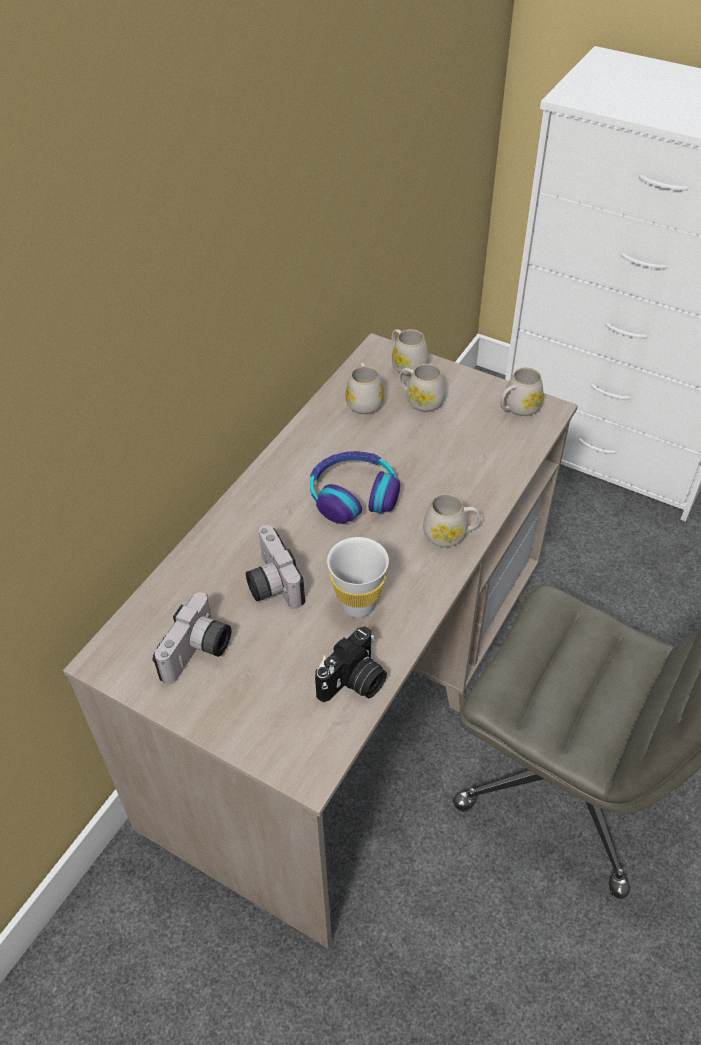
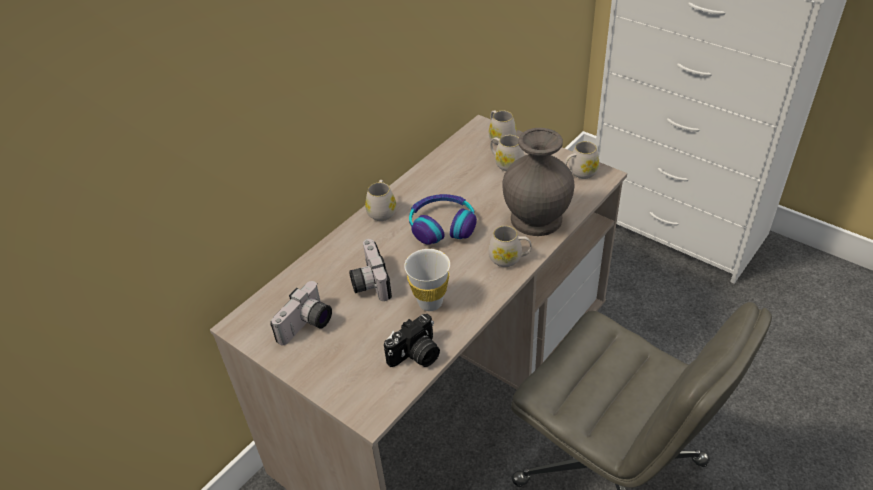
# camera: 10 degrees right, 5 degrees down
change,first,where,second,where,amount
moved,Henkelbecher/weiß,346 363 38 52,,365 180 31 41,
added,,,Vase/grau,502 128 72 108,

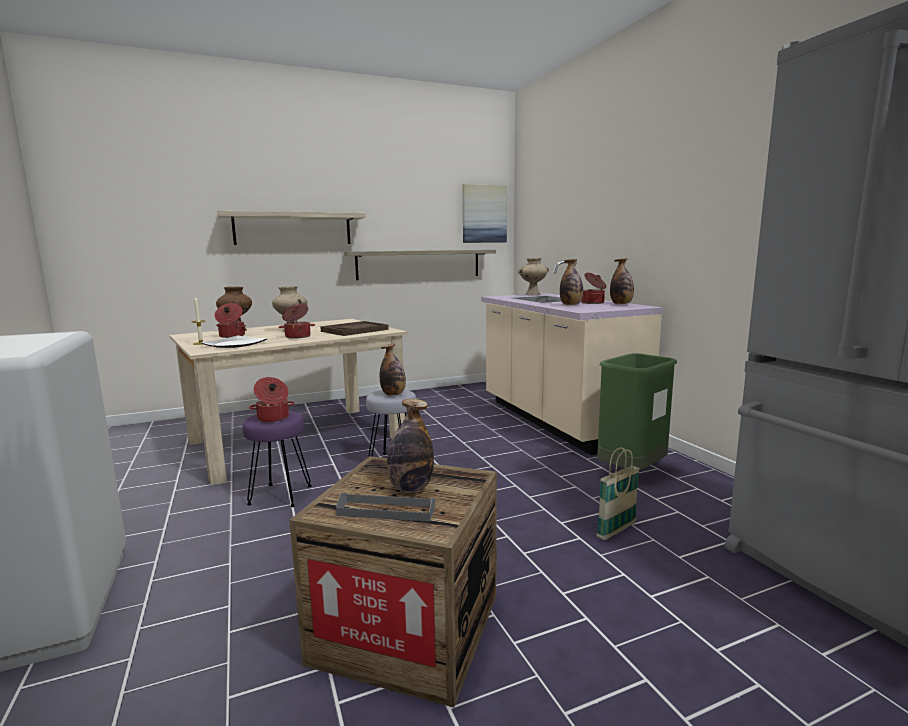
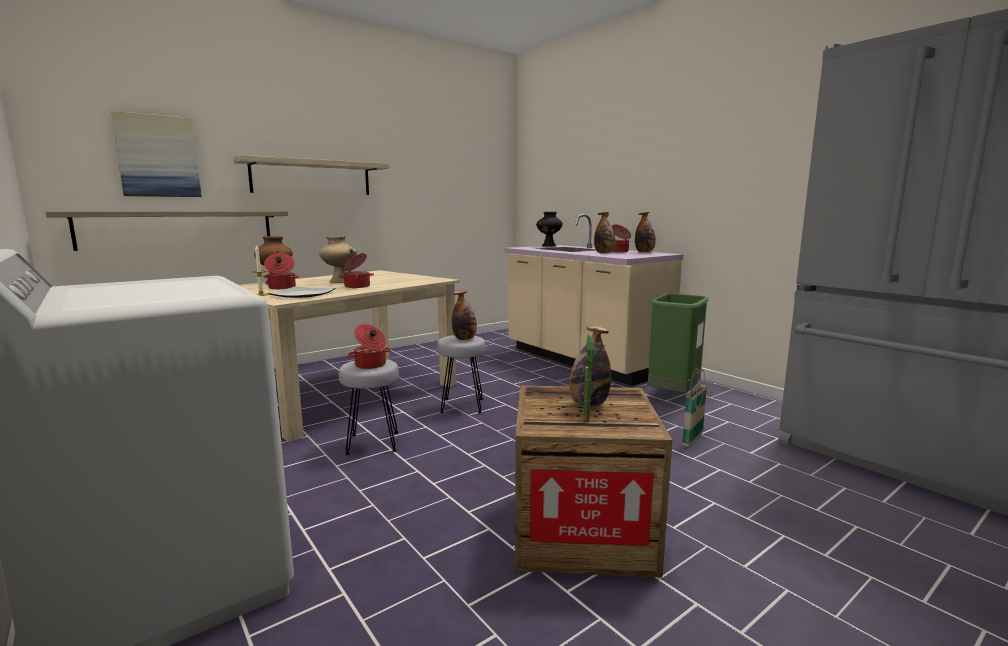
# camera: 15 degrees left, 0 degrees up
change,first,where,second,where,amount
moved,Bild,462 184 45 59,,111 111 91 86,
moved,Wandregal,344 250 152 30,,45 211 243 40,
recoloured,Vase/beige,518 258 31 37,Vase/schwarz,536 212 27 34,
removed,Tablett/braun,320 321 69 15,,,
recoloured,Hocker/lila,243 411 69 96,Hocker/grau,339 359 60 96,
replaced,Tablett/grau,336 493 99 29,Topfpflanze,584 335 21 86,

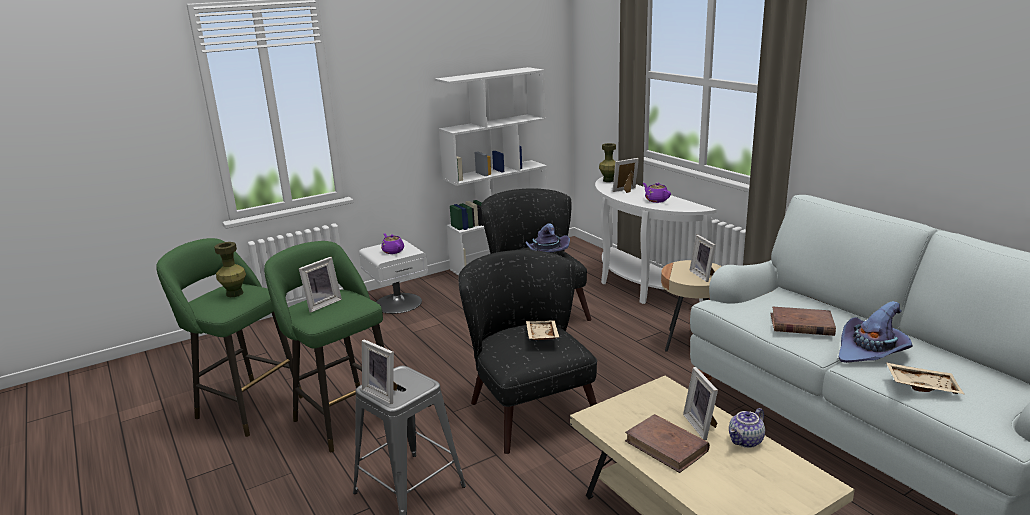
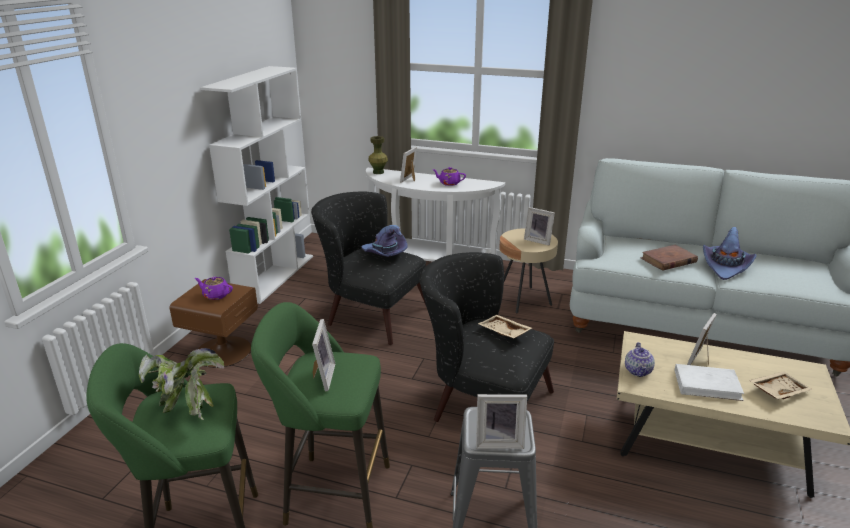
# camera: 40 degrees left, 5 degrees up
change,first,where,second,where,amount
recoloured,Nachttisch/weiß,359 239 69 75,Nachttisch/braun,170 279 88 89,
replaced,Vase/grün,214 242 32 55,Topfpflanze,139 348 85 72,
moved,Tablett/beige,886 362 78 32,,749 371 63 28,
turned,Bilderrahmen,683 367 35 73,,687 313 30 52,90 degrees clockwise
moved,Teekanne,729 408 36 40,,625 342 30 35,
recoloured,Buch/braun,625 414 85 59,Buch/weiß,675 364 69 37,

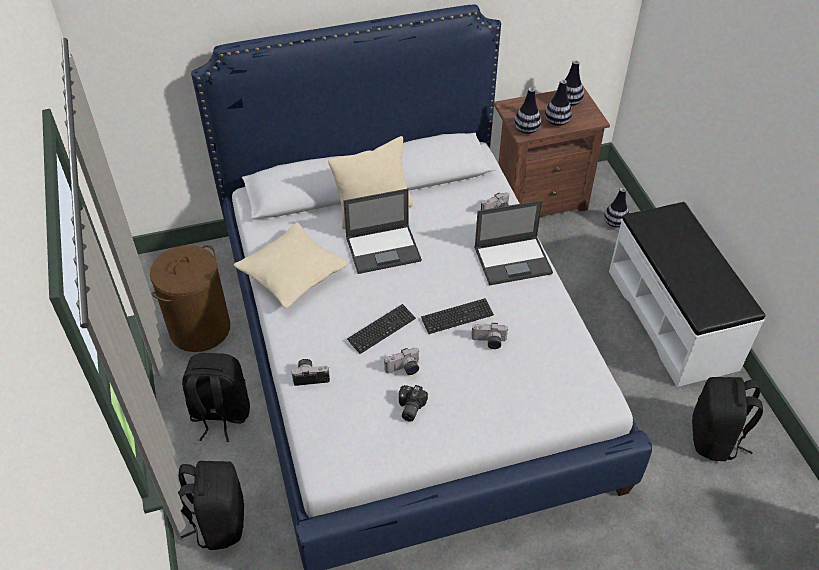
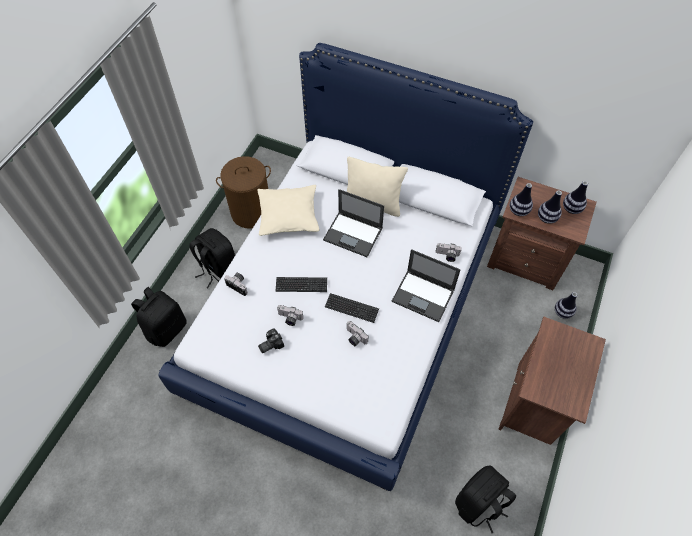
# camera: 40 degrees right, 10 degrees up
change,first,where,second,where,amount
replaced,Bank/weiß,609 202 156 185,Nachttisch/braun,498 317 108 128,

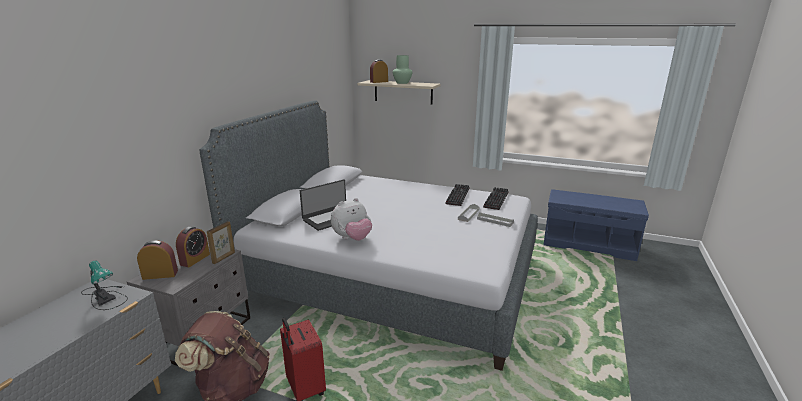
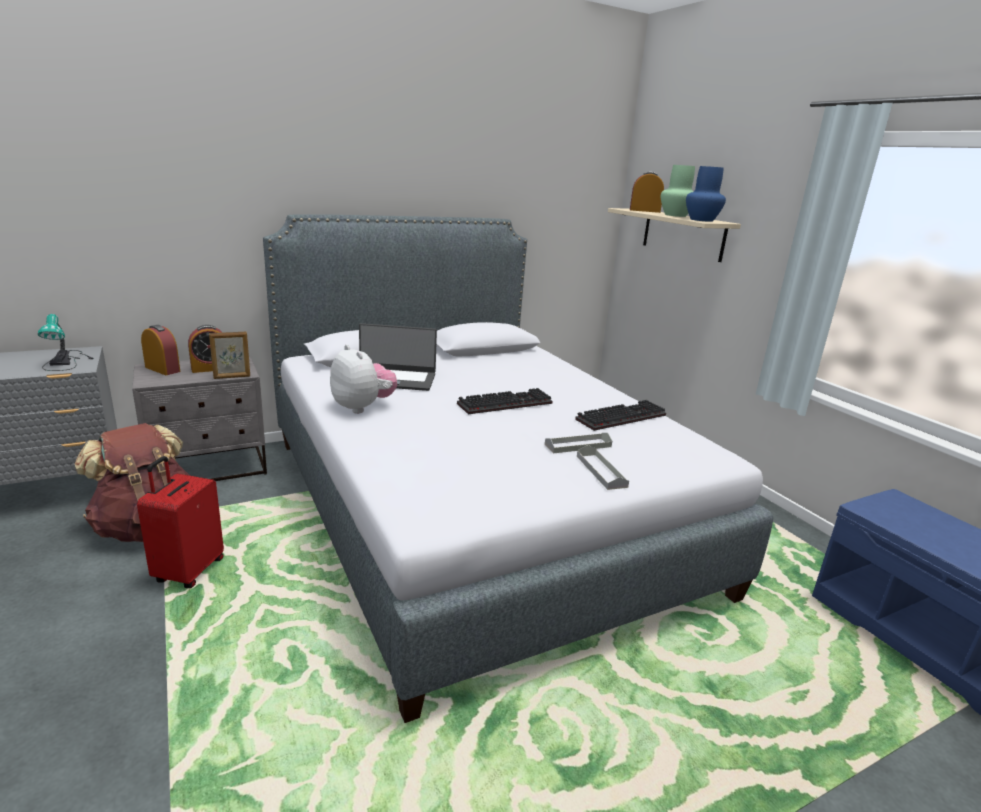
# camera: 40 degrees right, 0 degrees up
change,first,where,second,where,amount
moved,Tastatur,483 187 26 23,,457 388 96 27,
turned,Plüschtier,331 198 41 43,,330 344 67 70,135 degrees counterclockwise
added,,,Vase/blau,686 166 40 56,

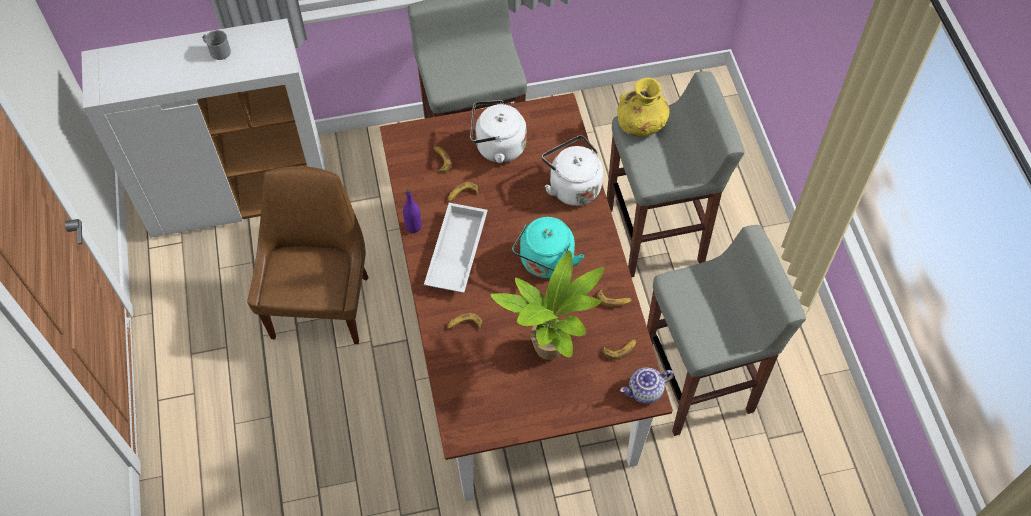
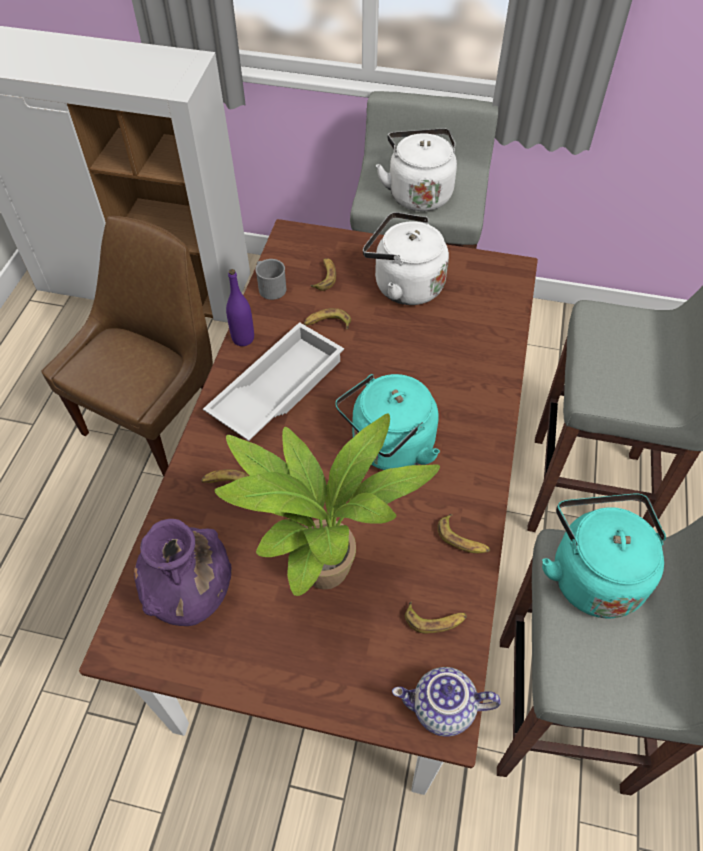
# camera: 25 degrees right, 5 degrees down
change,first,where,second,where,amount
moved,Henkelbecher/grau,202 30 29 30,,255 259 31 41,
removed,Vase/gelb,617 78 53 59,,,
moved,Wasserkessel/weiß,542 135 61 71,,376 128 81 83,
added,,,Wasserkessel/türkis,542 494 124 125,
added,,,Vase/lila,134 519 97 107,

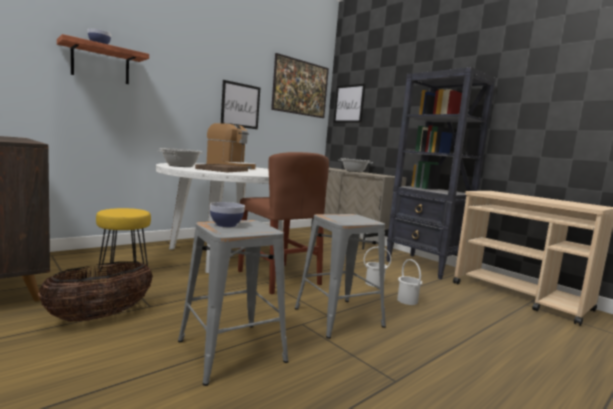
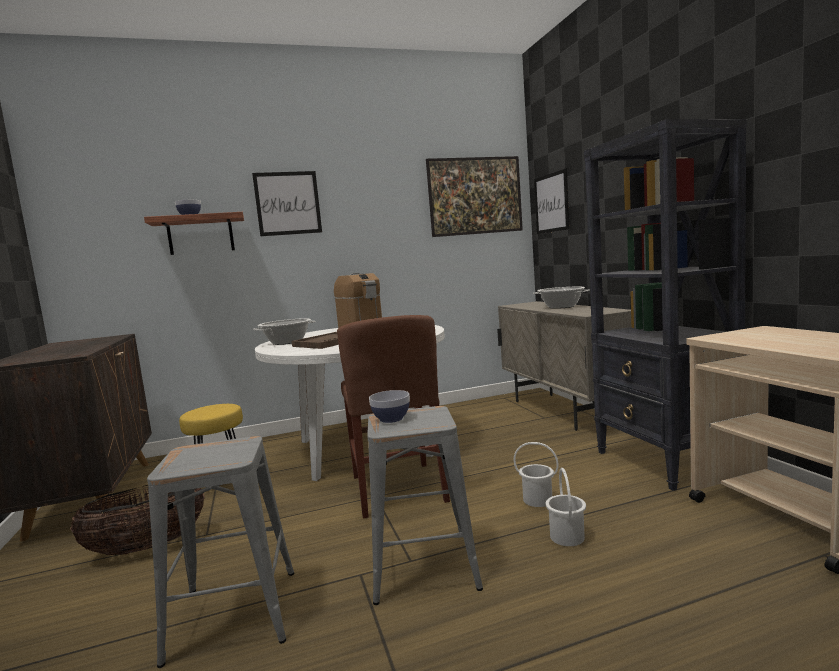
# camera: 25 degrees right, 0 degrees up
change,first,where,second,where,amount
moved,Bild,221 80 39 49,,252 171 70 65,
moved,Schüssel,210 202 35 25,,369 390 41 33,

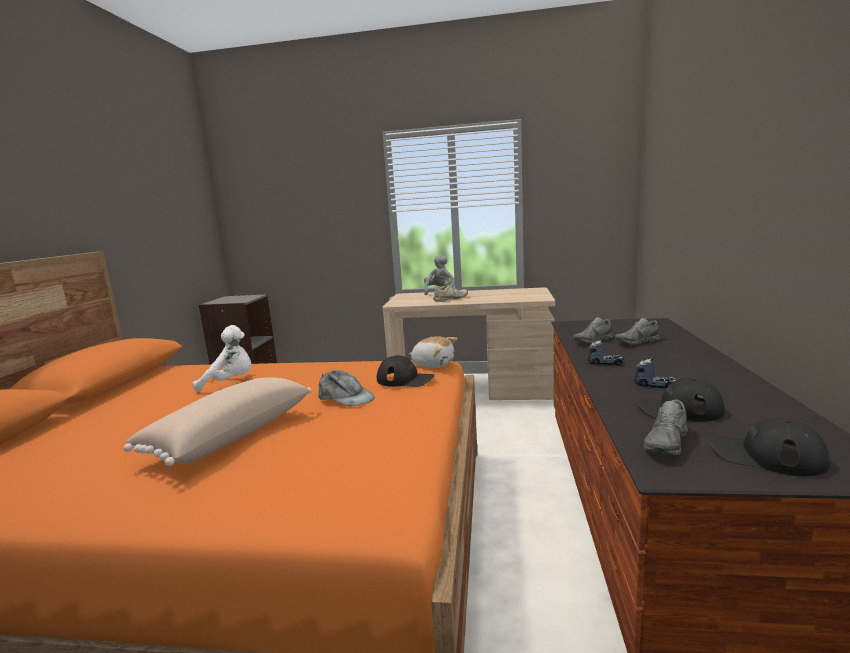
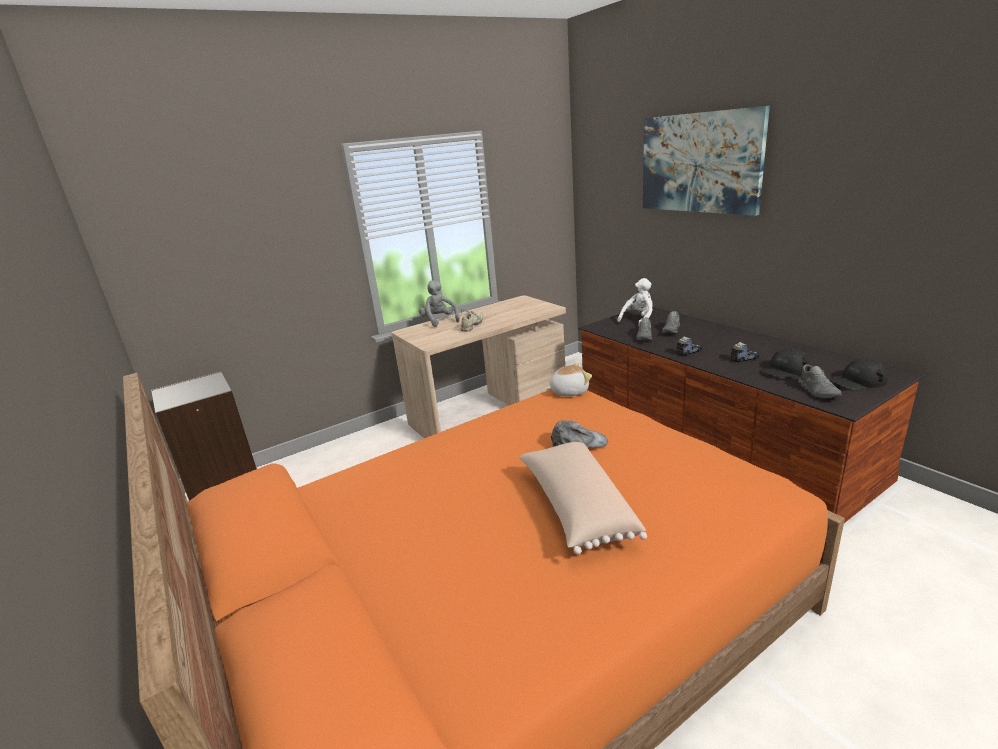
# camera: 40 degrees left, 10 degrees up
change,first,where,second,where,amount
moved,Plüschtier/weiß,193 325 58 67,,617 278 36 48,
removed,Kappe/schwarz,377 356 58 31,,,
added,,,Bild,643 106 127 110,

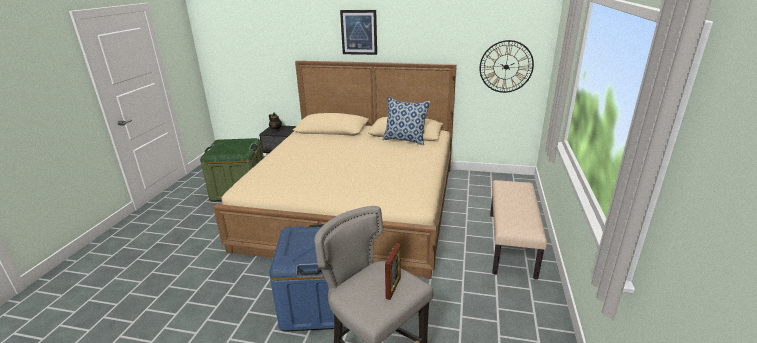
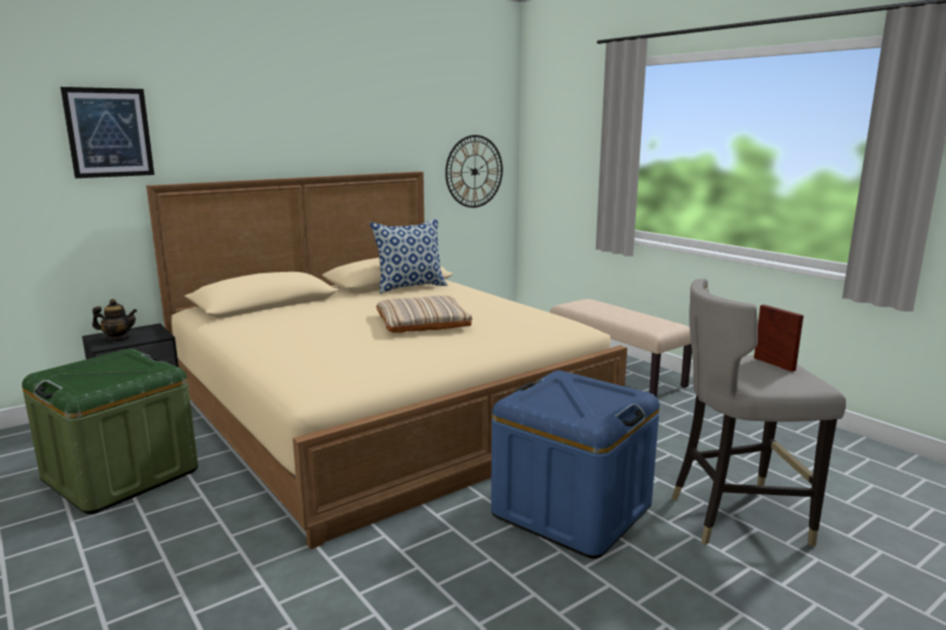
# camera: 50 degrees left, 10 degrees down
change,first,where,second,where,amount
moved,Bild,340 10 37 45,,60 87 94 91,
added,,,Kissen/beige,376 295 96 38,

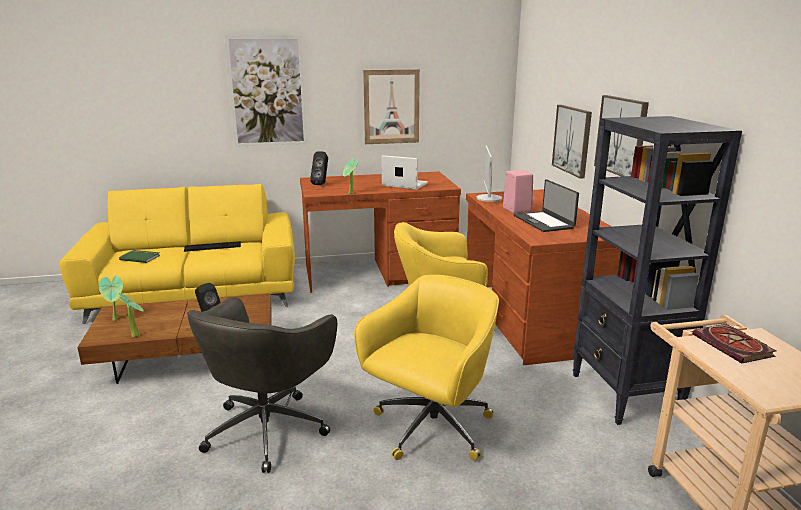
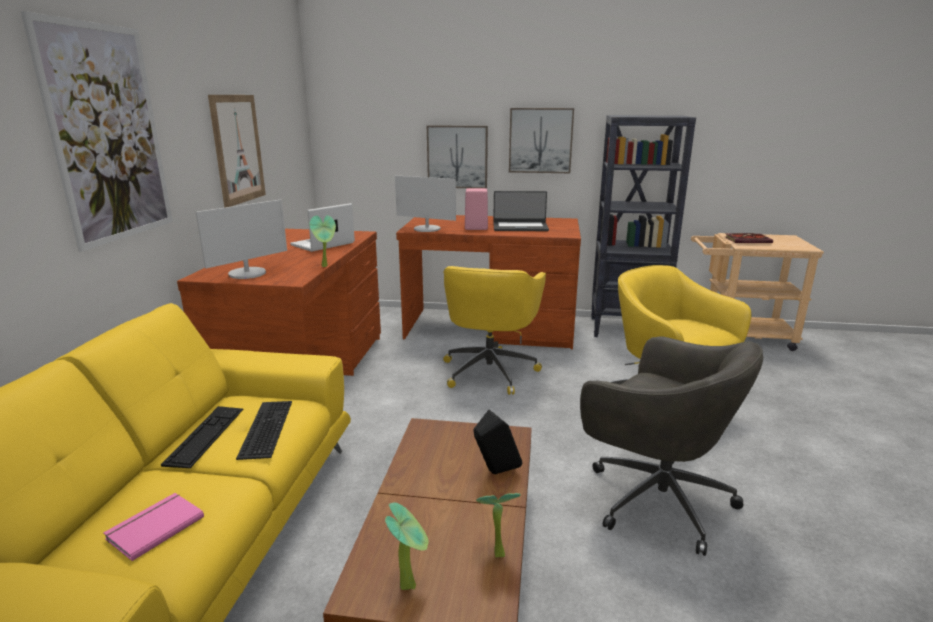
# camera: 70 degrees left, 0 degrees up
change,first,where,second,where,amount
replaced,Lautsprecher/schwarz,310 151 18 34,Monitor,196 199 91 80,
recoloured,Buch/grün,119 250 41 13,Buch/rosa,103 493 101 68,
added,,,Tastatur,236 401 56 59,

